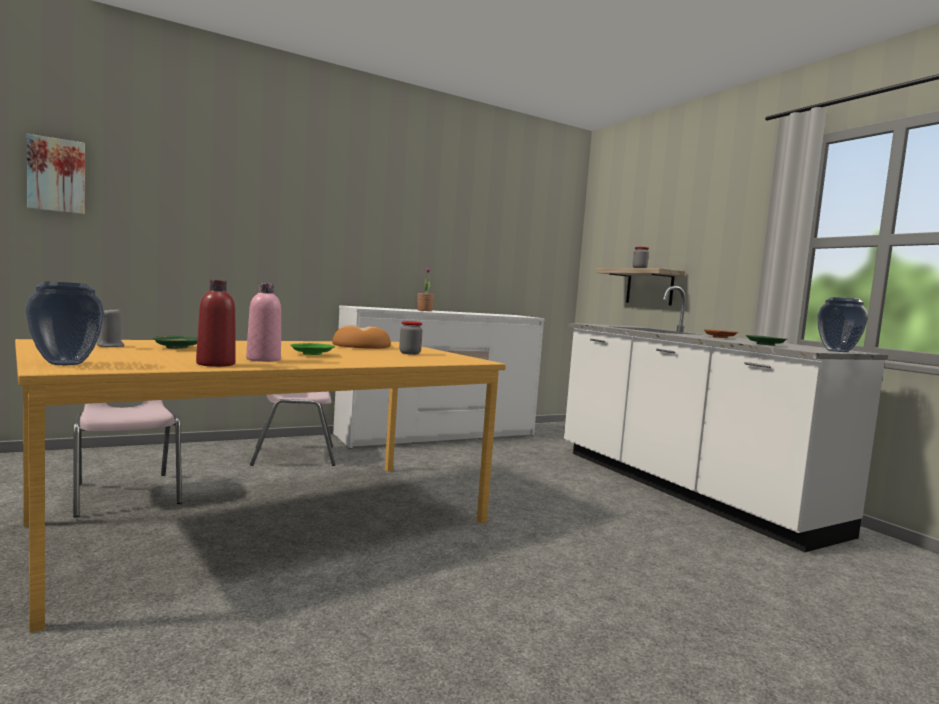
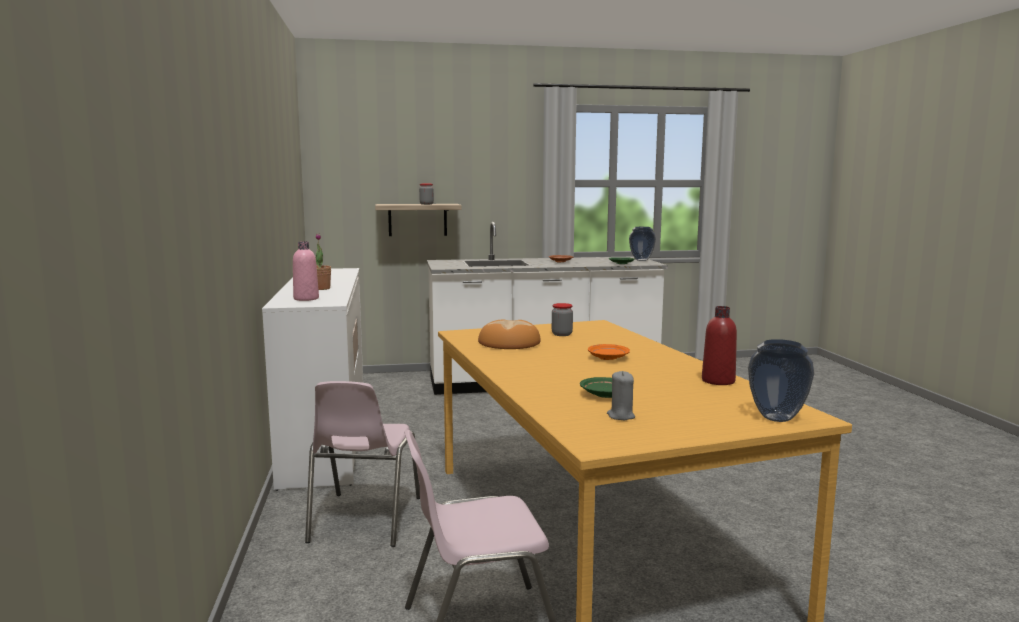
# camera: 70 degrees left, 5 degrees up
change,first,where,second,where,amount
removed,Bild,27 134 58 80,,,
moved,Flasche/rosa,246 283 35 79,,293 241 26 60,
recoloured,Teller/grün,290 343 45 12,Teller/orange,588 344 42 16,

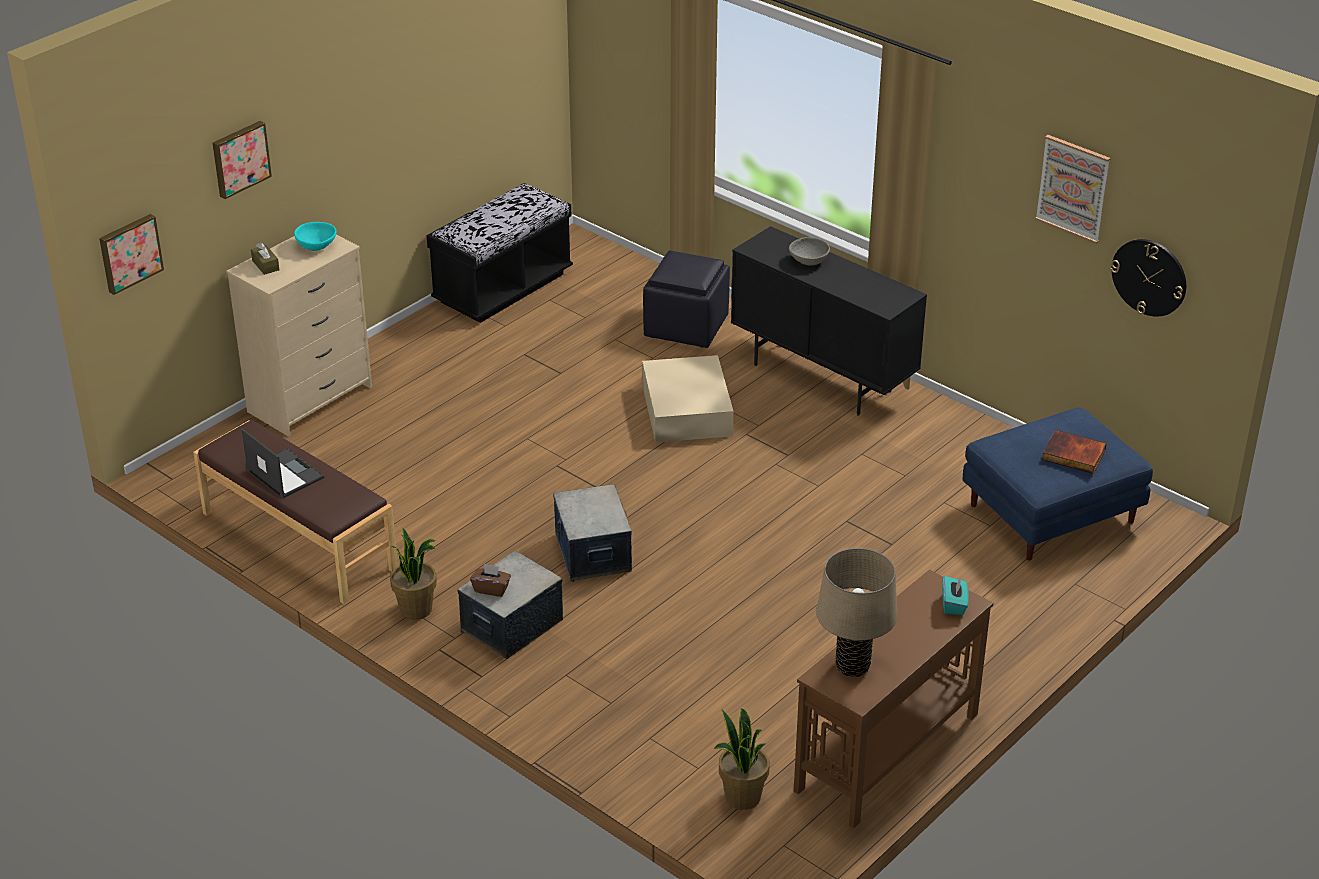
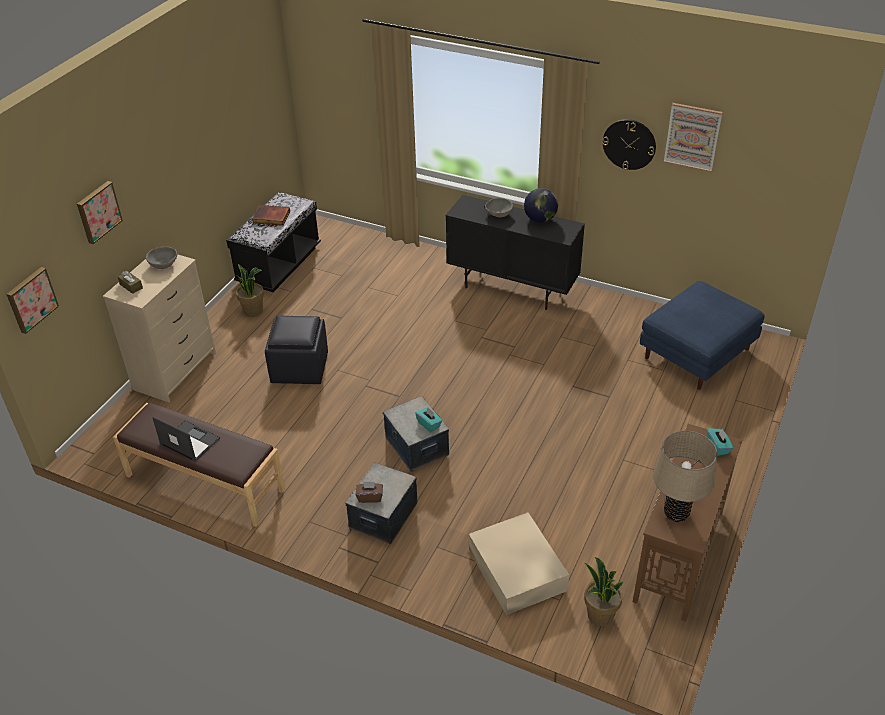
# camera: 15 degrees left, 5 degrees up
change,first,where,second,where,amount
recoloured,Schüssel/türkis,294 222 42 29,Schüssel/grau,146 247 31 22,
moved,Wanduhr,1111 239 75 78,,603 119 53 51,
moved,Polsterhocker/schwarz,643 250 87 98,,265 315 63 69,
moved,Aufbewahrungsbox/beige,642 355 92 88,,469 512 100 103,
moved,Buch,1042 430 65 44,,252 205 38 21,
moved,Topfpflanze,390 528 47 92,,236 264 28 53,
added,,,Globus,524 188 34 35,
added,,,Taschentuchbox/türkis,415 407 27 25,

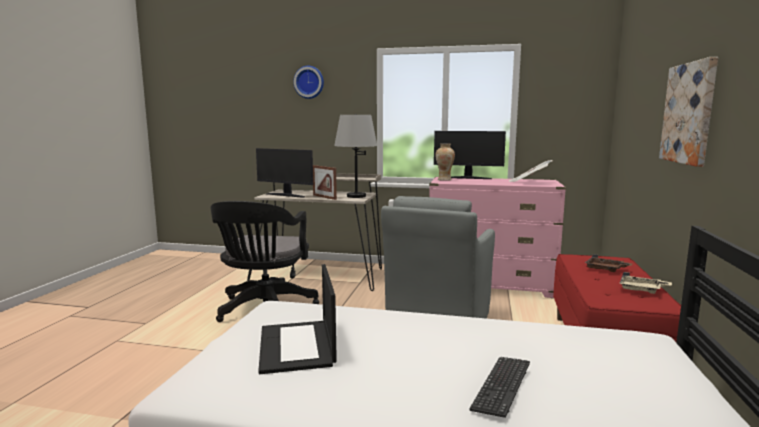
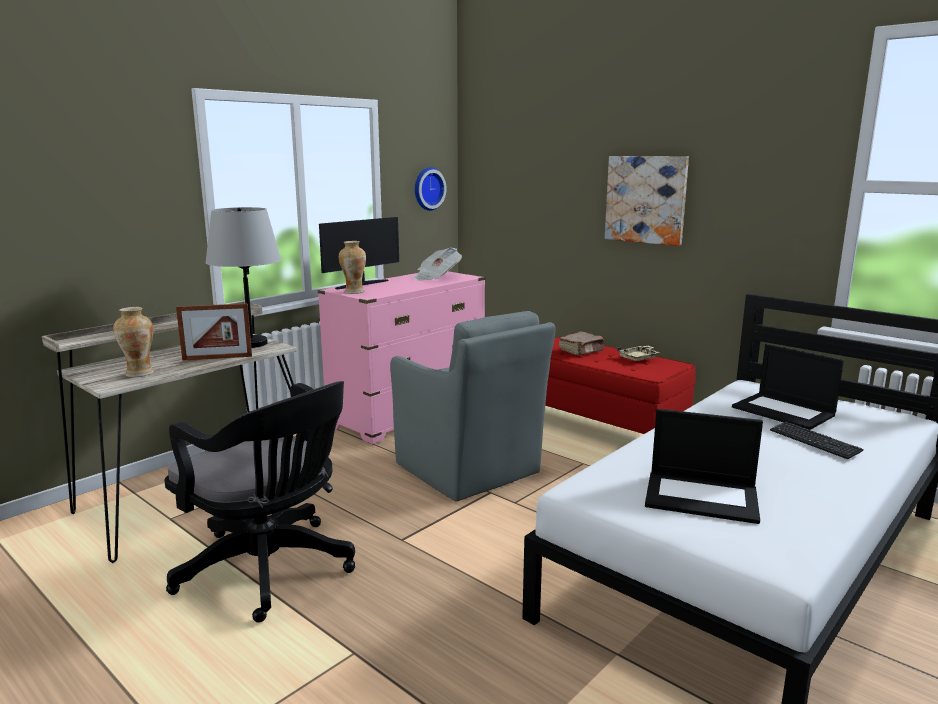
# camera: 60 degrees left, 5 degrees up
change,first,where,second,where,amount
moved,Wanduhr,293 66 31 33,,415 167 32 44,
replaced,Monitor,256 148 57 50,Vase,113 307 41 70,
replaced,Tablett/braun,584 254 49 18,Buch/braun,559 332 45 23,
added,,,Laptop,732 344 112 86,

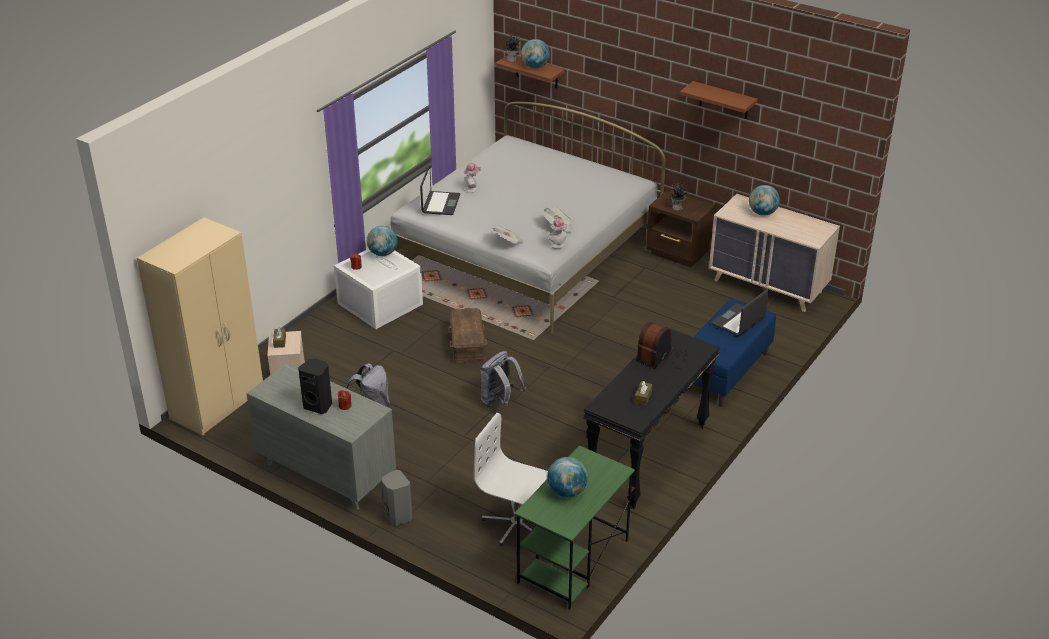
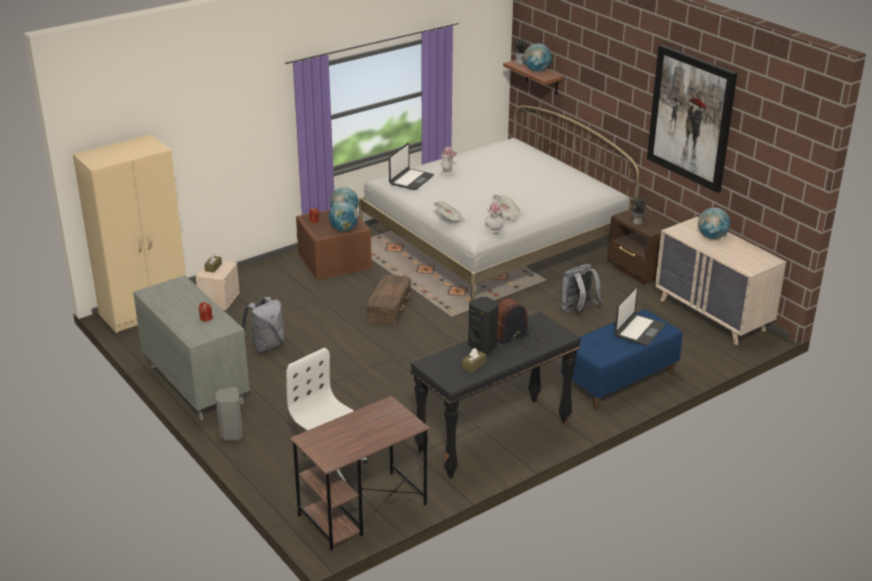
# camera: 20 degrees right, 5 degrees down
change,first,where,second,where,amount
replaced,Wandregal/braun,680 81 78 38,Bild,647 44 90 149,
recoloured,Aufbewahrungsbox/weiß,334 249 89 80,Aufbewahrungsbox/braun,296 210 76 70,
turned,Laptop,712 289 57 47,,614 285 52 61,150 degrees clockwise
moved,Rucksack/grau,480 351 46 56,,561 264 42 48,
moved,Lautsprecher/schwarz,298 359 34 55,,468 297 30 57,
recoloured,Schreibtisch/grün,514 445 121 165,Schreibtisch/braun,290 396 139 155,
moved,Globus,547 457 41 41,,329 202 29 29,

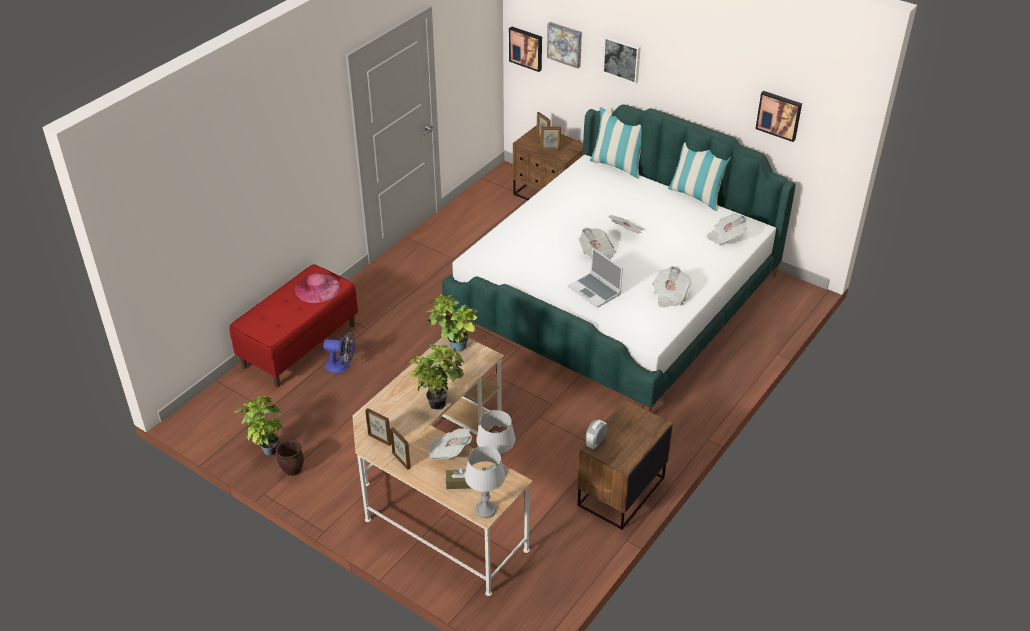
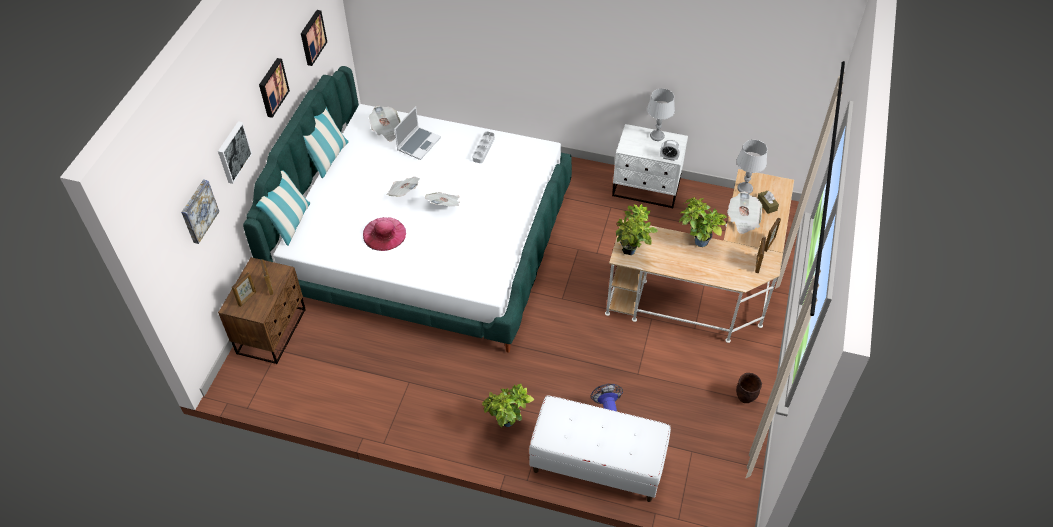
# camera: 110 degrees left, 10 degrees up
change,first,where,second,where,amount
moved,Bild,509 26 33 46,,259 58 31 60,
moved,Laptop,568 248 55 60,,394 106 47 54,
recoloured,Bank/rot,229 264 129 124,Bank/weiß,529 396 142 106,
replaced,Zeitung,653 266 39 41,Tablett/grau,473 131 22 32,
moved,Hut/rosa,294 273 46 30,,363 217 43 34,
moved,Topfpflanze,235 395 47 60,,482 384 52 44,
recoloured,Nachttisch/braun,577 400 96 130,Nachttisch/weiß,612 124 76 85,
moved,Tischlampe/grau,465 446 40 72,,647 89 28 52,

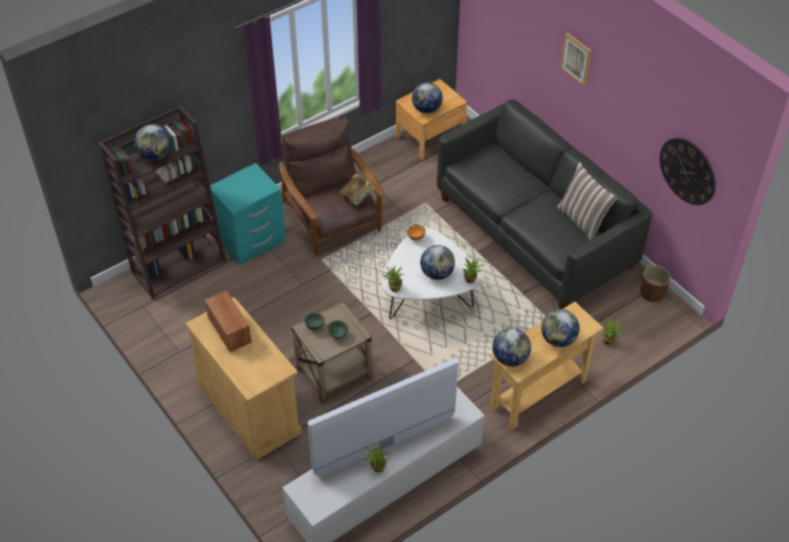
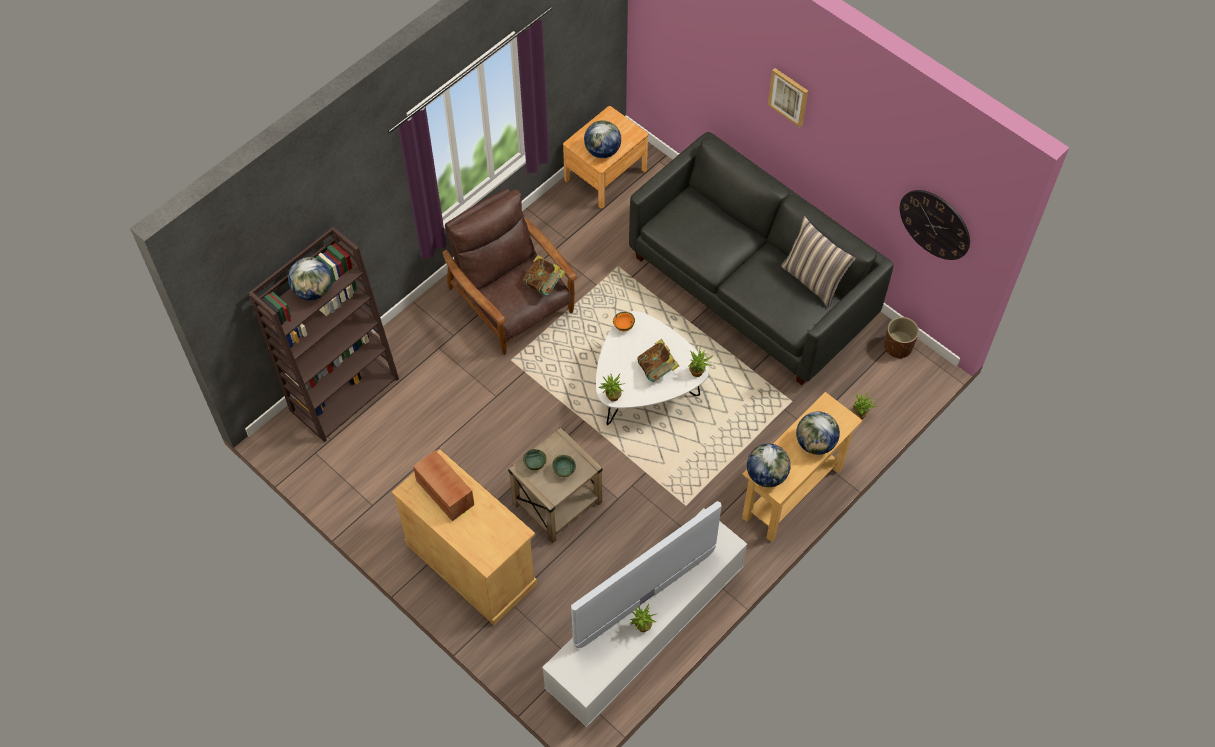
# camera: 10 degrees left, 10 degrees up
change,first,where,second,where,amount
removed,Nachttisch/türkis,210 163 76 102,,,
replaced,Globus,420 245 35 35,Buch,638 339 41 43,

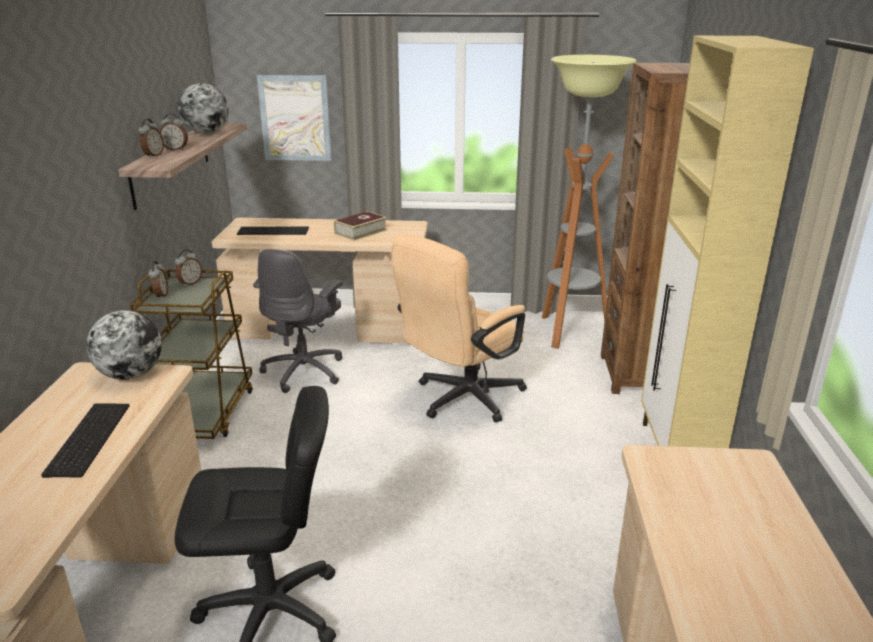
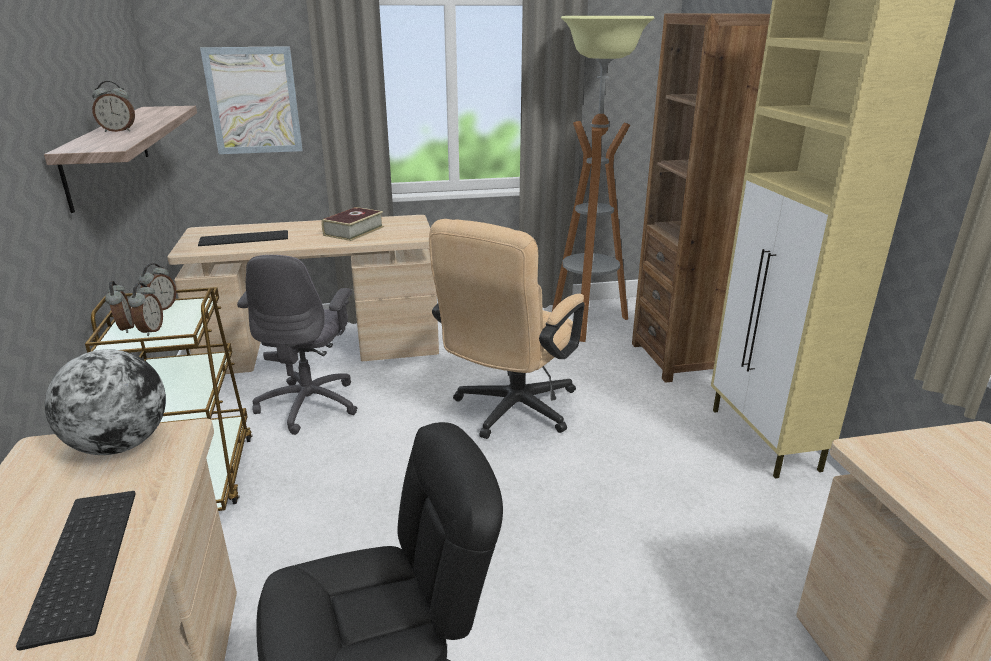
# camera: 15 degrees left, 0 degrees up
change,first,where,second,where,amount
removed,Globus,178 83 51 51,,,
moved,Wecker,138 119 26 39,,128 283 35 53,

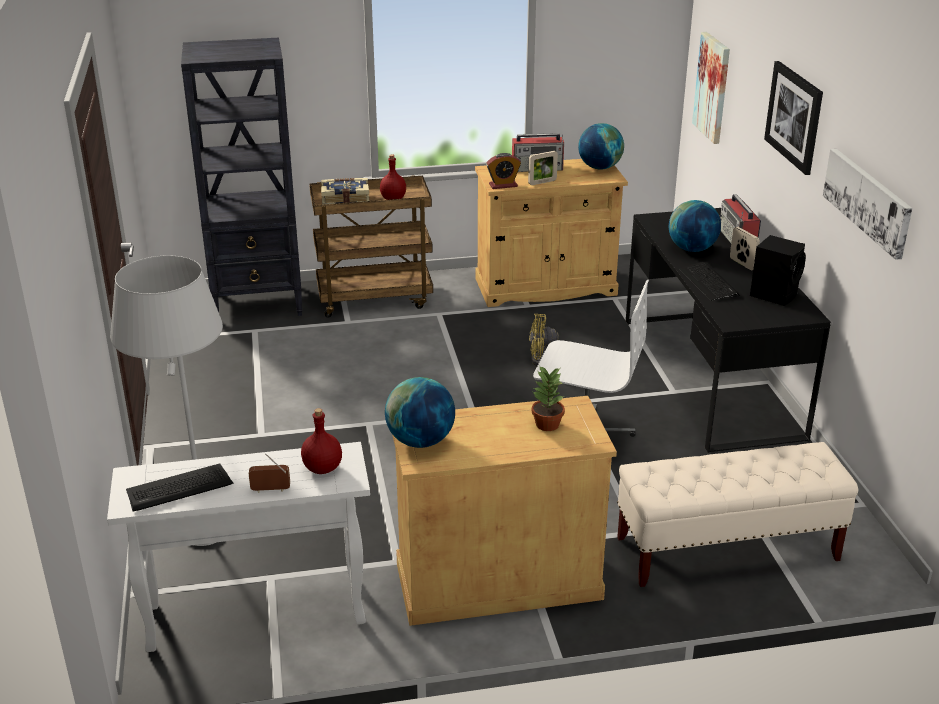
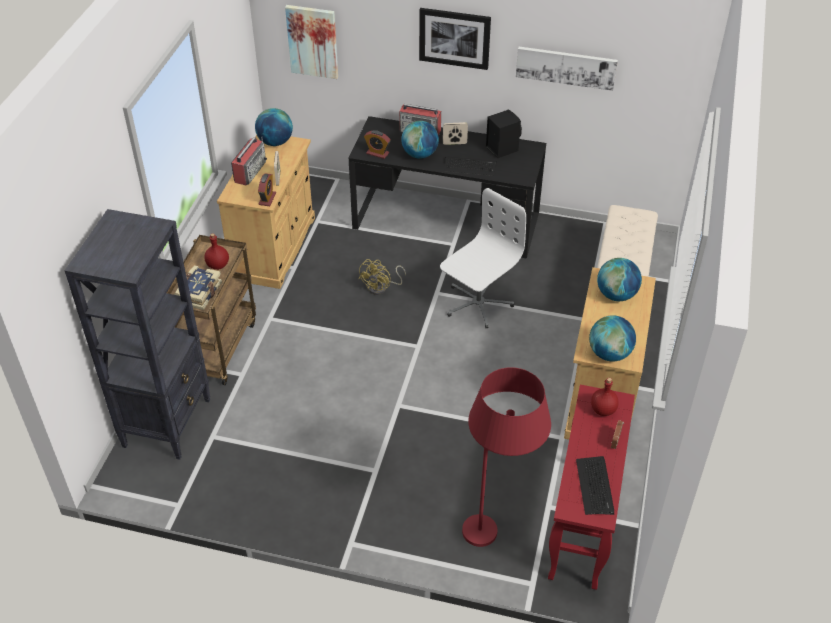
# camera: 65 degrees left, 15 degrees up
change,first,where,second,where,amount
recoloured,Stehlampe/weiß,110 255 113 291,Stehlampe/rot,462 367 89 180,
replaced,Topfpflanze,532 367 33 64,Globus,597 258 45 43,
recoloured,Konsolentisch/weiß,107 442 263 210,Konsolentisch/rot,548 385 87 205,
added,,,Wecker,364 130 27 29,

